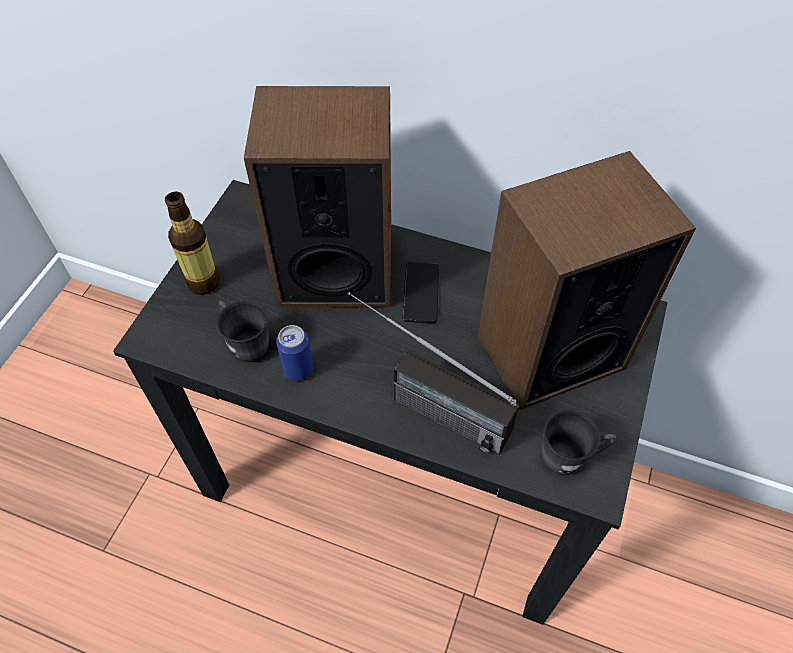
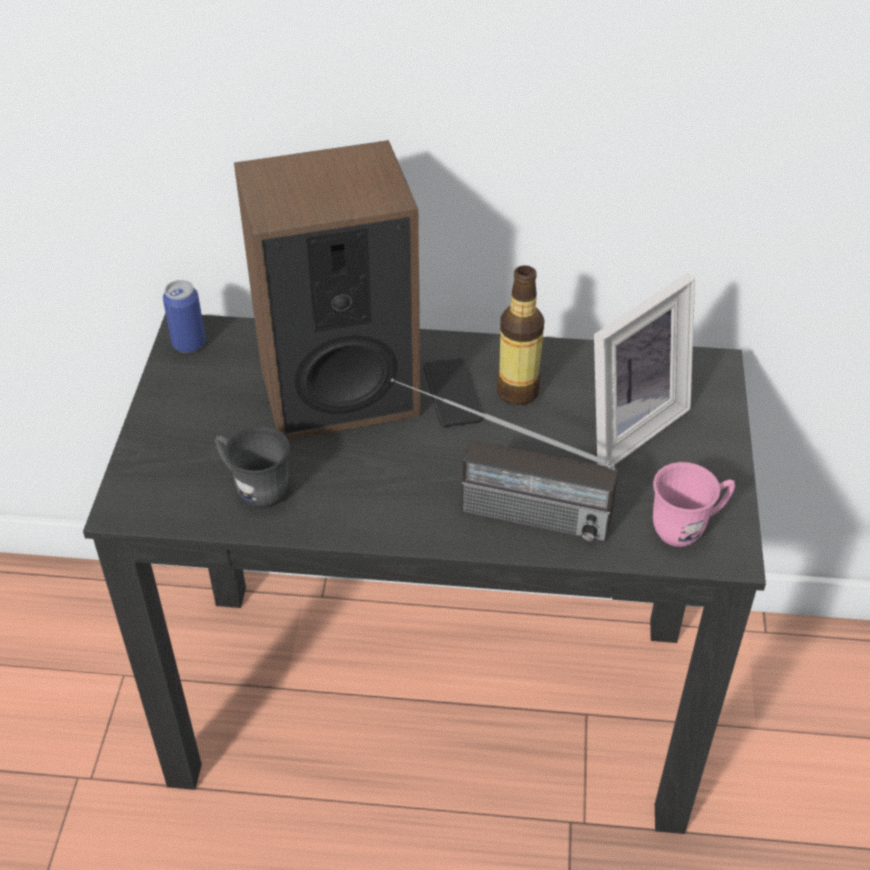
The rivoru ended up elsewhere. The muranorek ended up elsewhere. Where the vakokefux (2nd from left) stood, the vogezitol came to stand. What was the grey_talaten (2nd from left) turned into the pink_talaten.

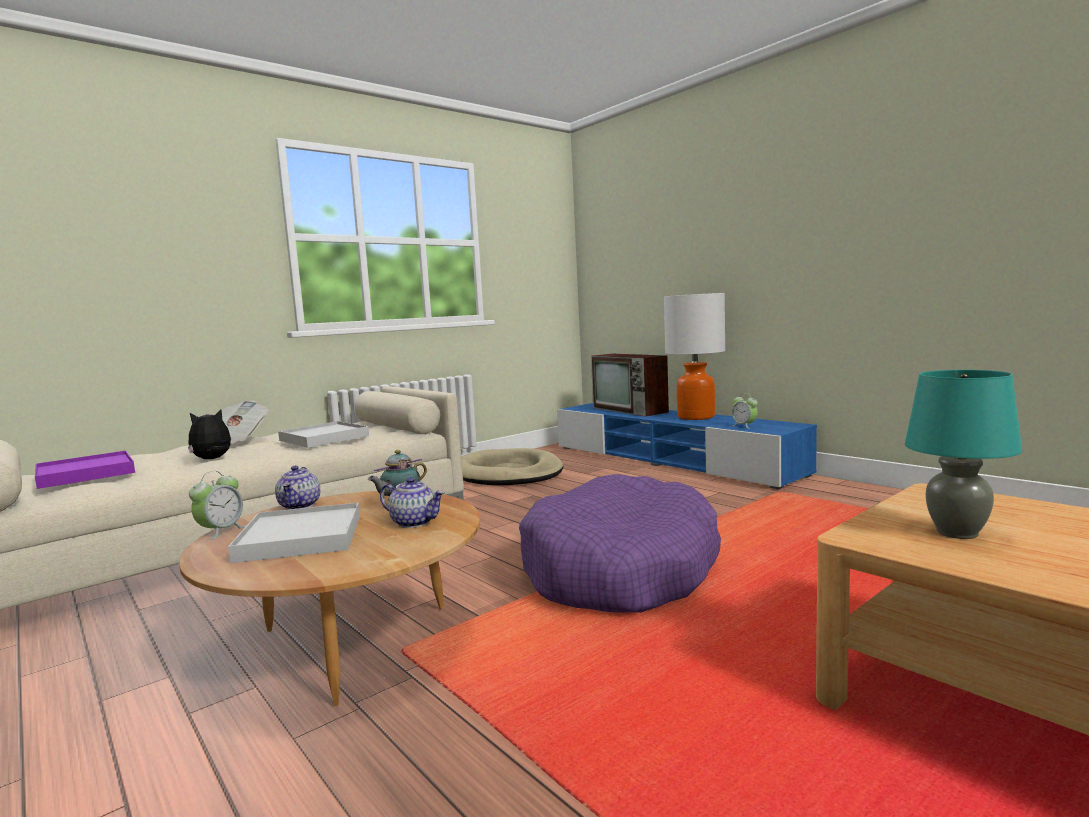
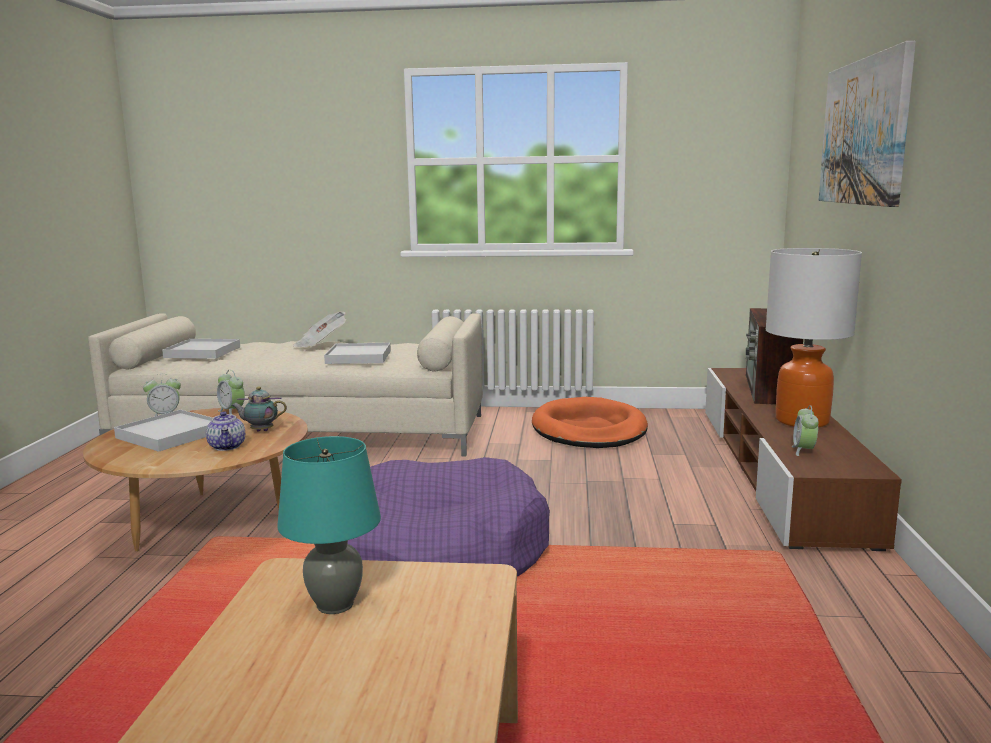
What was the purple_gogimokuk turned into the white_gogimokuk (2nd from left). Where the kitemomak (1st from left) stood, the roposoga (2nd from left) came to stand. What was the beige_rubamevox turned into the orange_rubamevox. What was the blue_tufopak turned into the brown_tufopak. The second view gained the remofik. The second view lost the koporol.

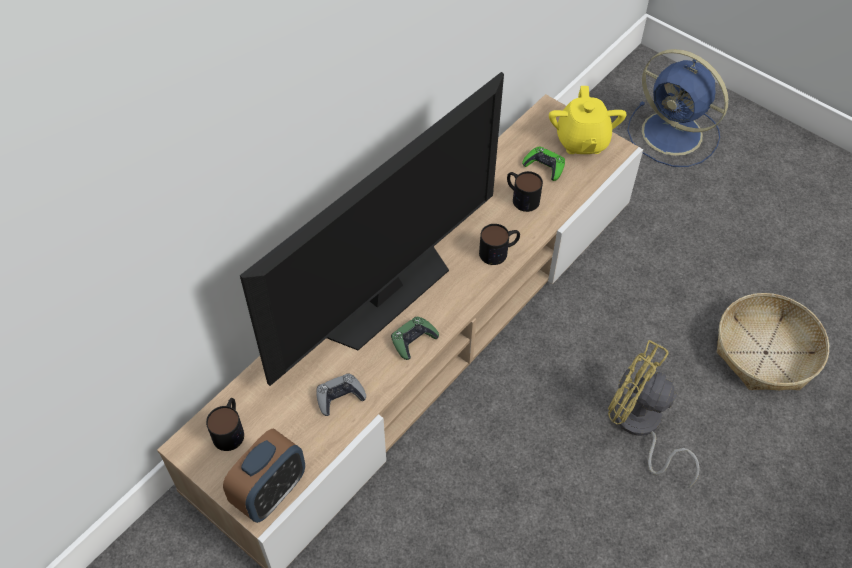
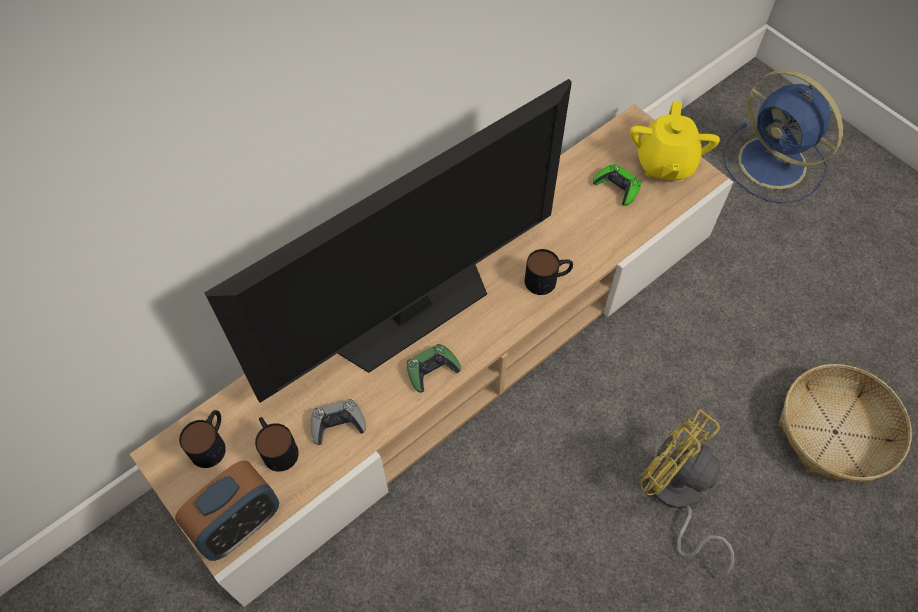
The talaten (3rd from left in the first image) ended up elsewhere.

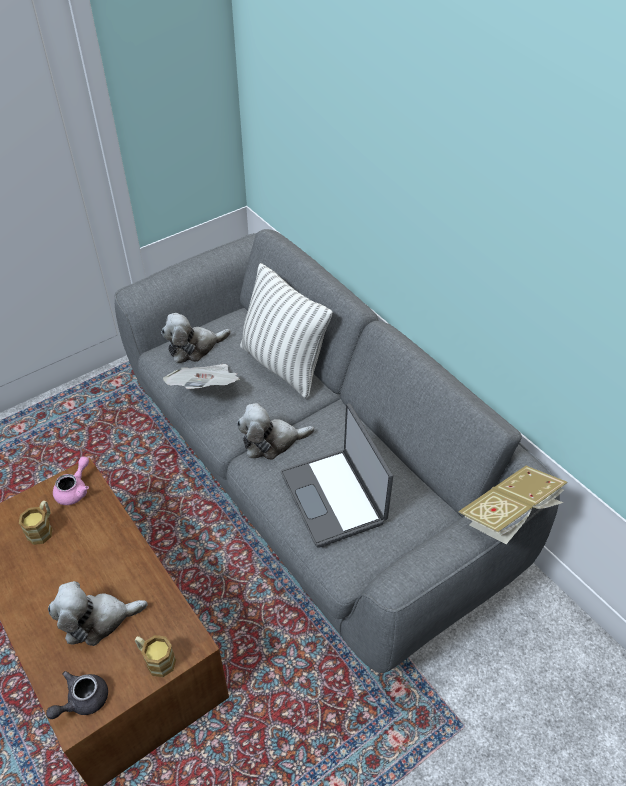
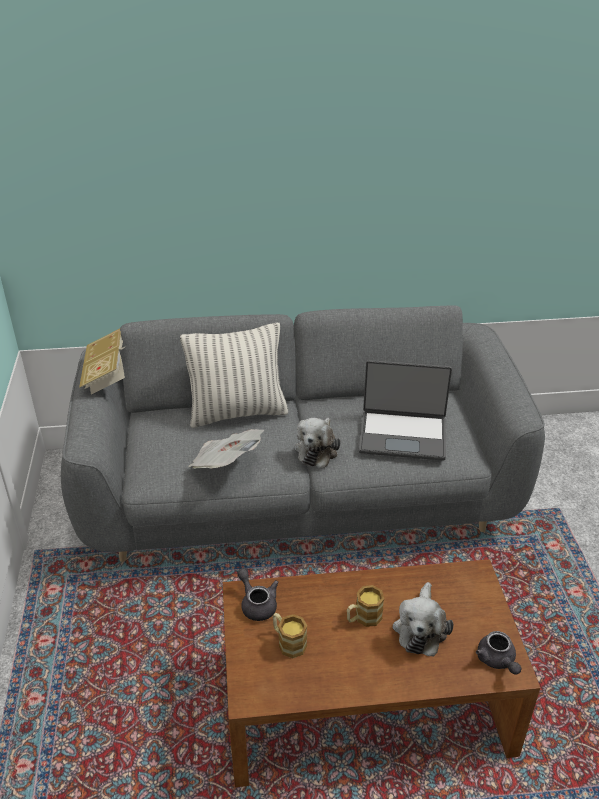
The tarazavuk ended up elsewhere. What was the pink_kitemomak turned into the grey_kitemomak (1st from left). The talaten (2nd from left) ended up elsewhere. The second view lost the koporol (2nd from left).

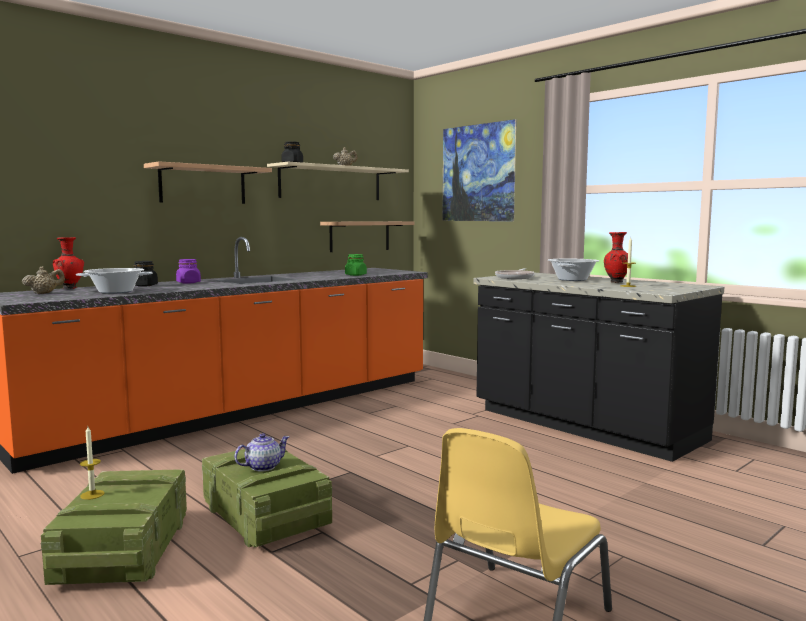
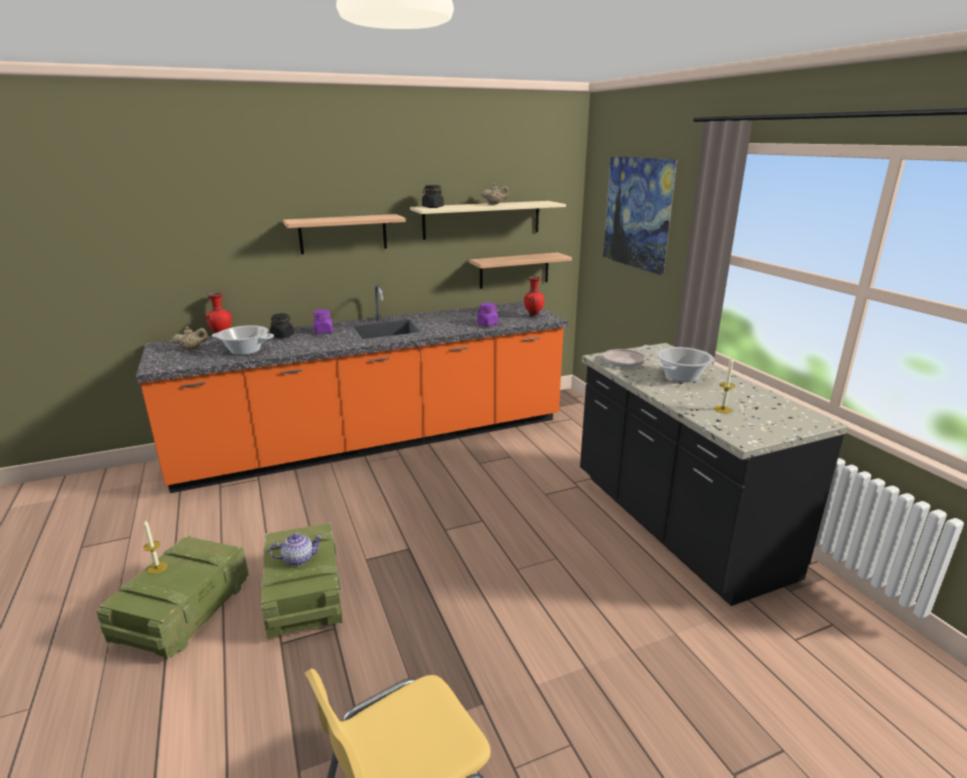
What was the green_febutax turned into the purple_febutax (2nd from left). The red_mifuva (2nd from left) ended up elsewhere.

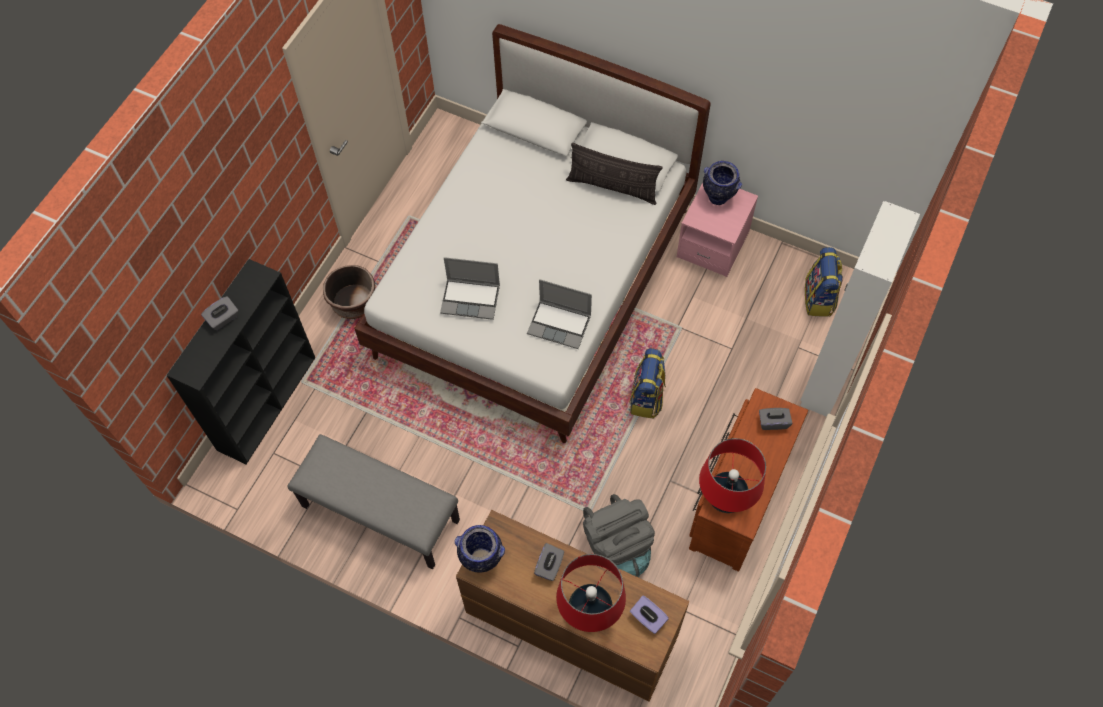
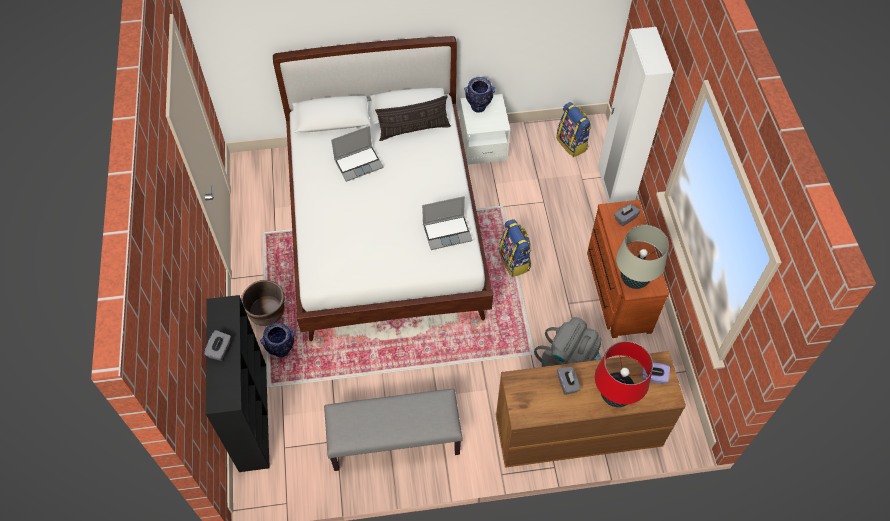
The mifuva (1st from left) ended up elsewhere. The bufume (1st from left) ended up elsewhere. What was the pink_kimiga turned into the white_kimiga. What was the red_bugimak (2nd from left) turned into the beige_bugimak.

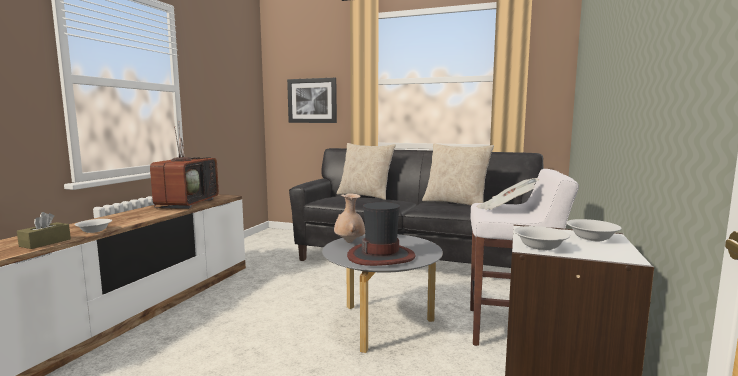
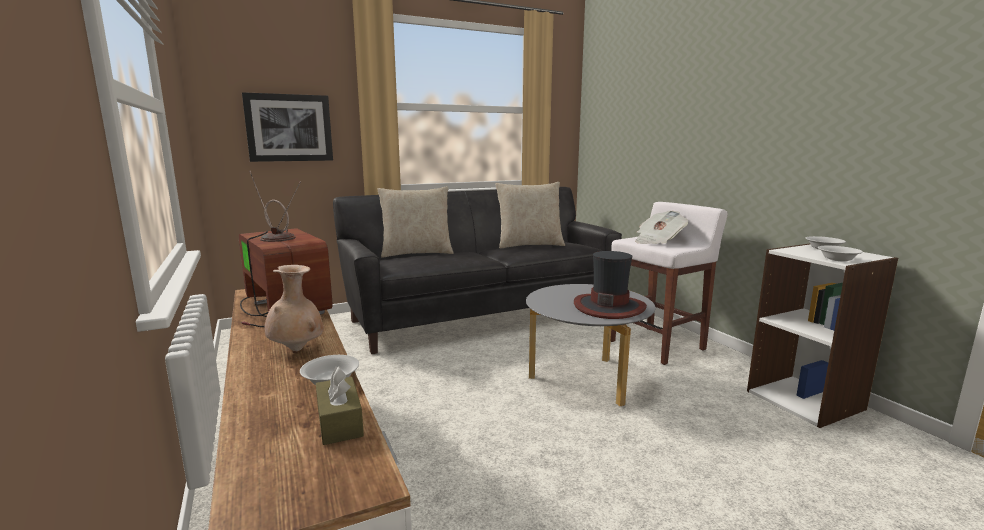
The beige_mifuva ended up elsewhere.

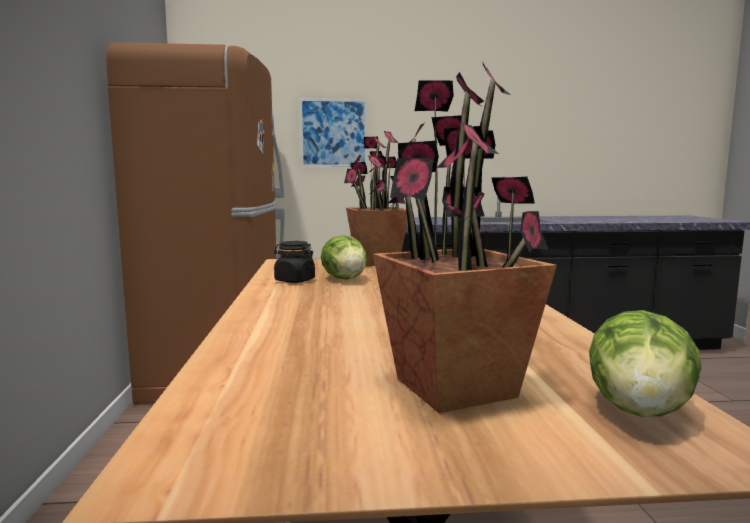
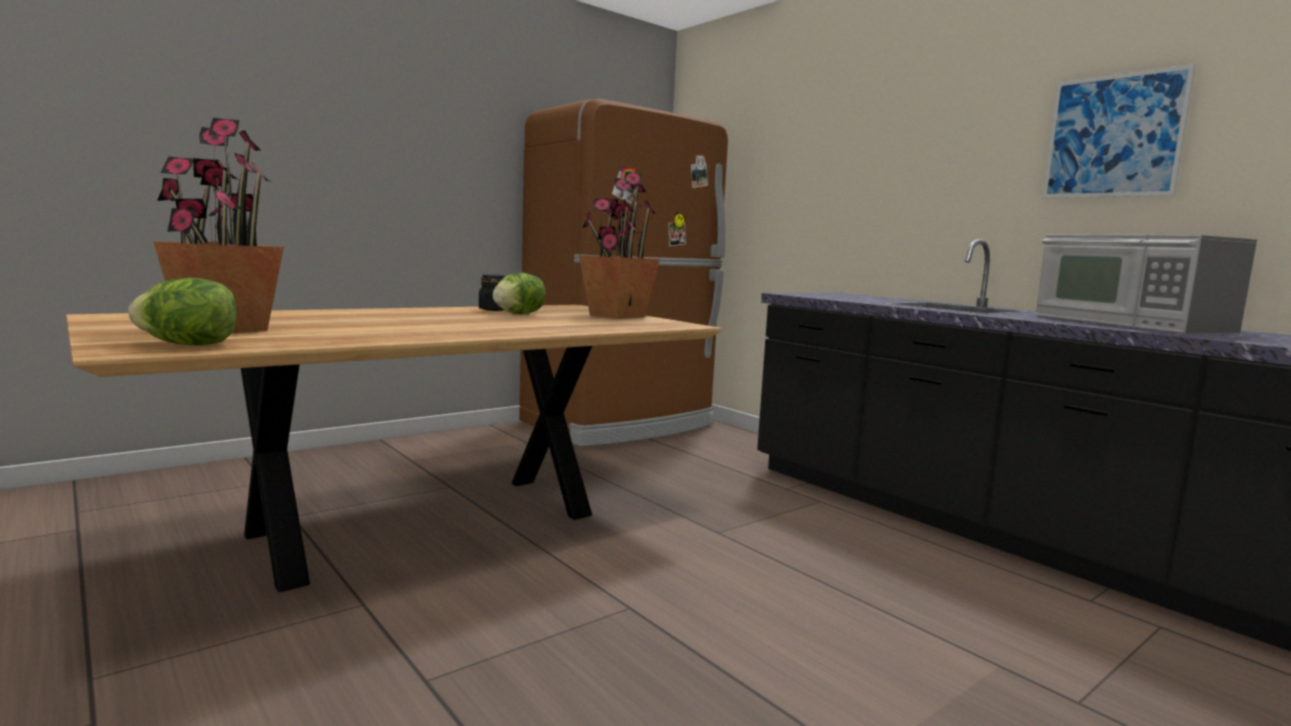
The second view gained the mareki. The remofik ended up elsewhere.

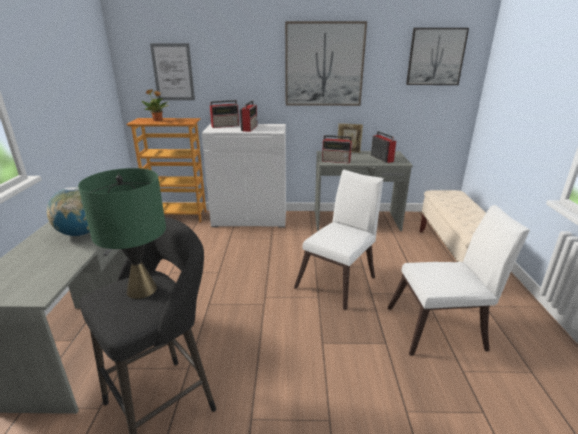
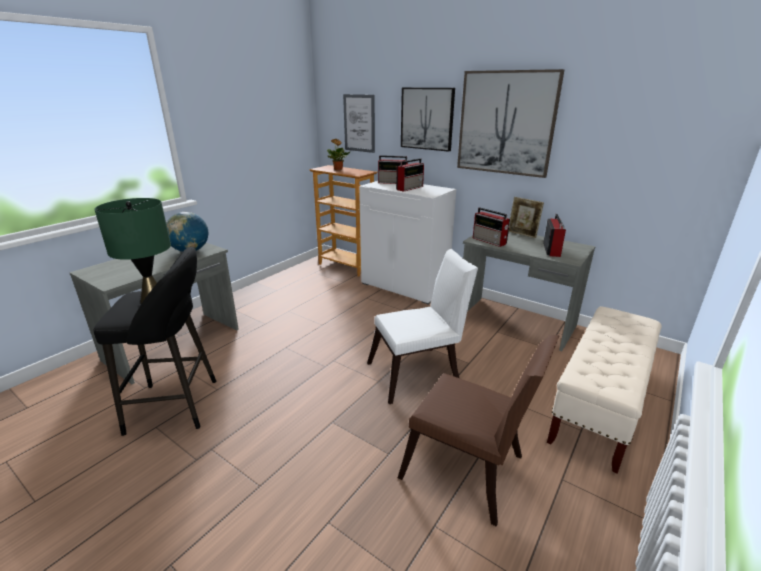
What was the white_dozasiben (2nd from left) turned into the brown_dozasiben. The remofik (3rd from left in the first image) ended up elsewhere.

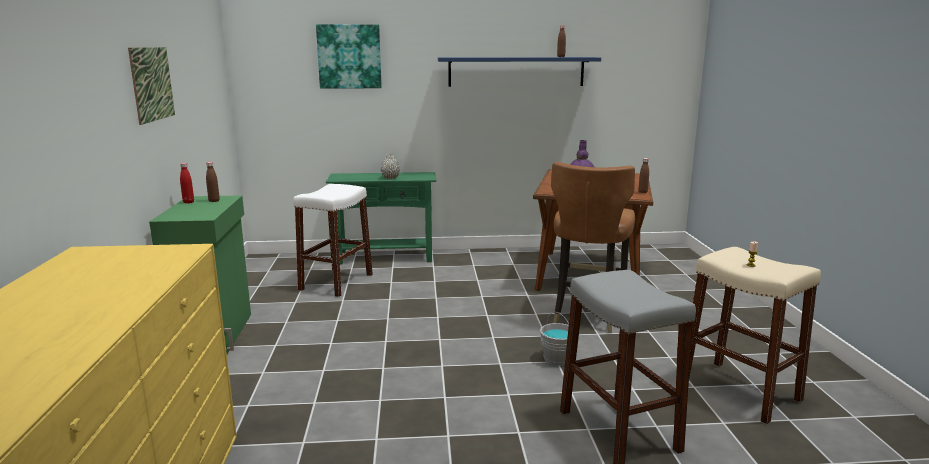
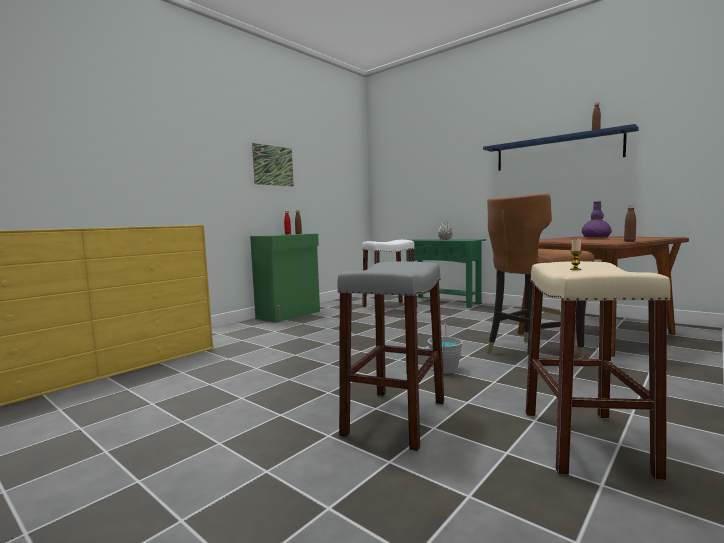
The second view lost the remofik (2nd from left).

